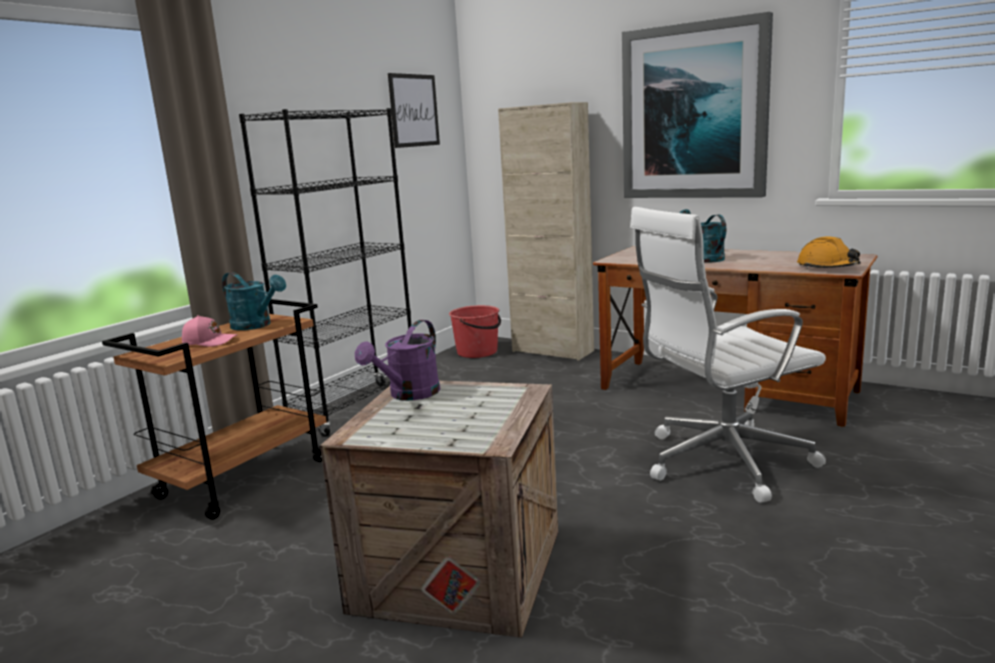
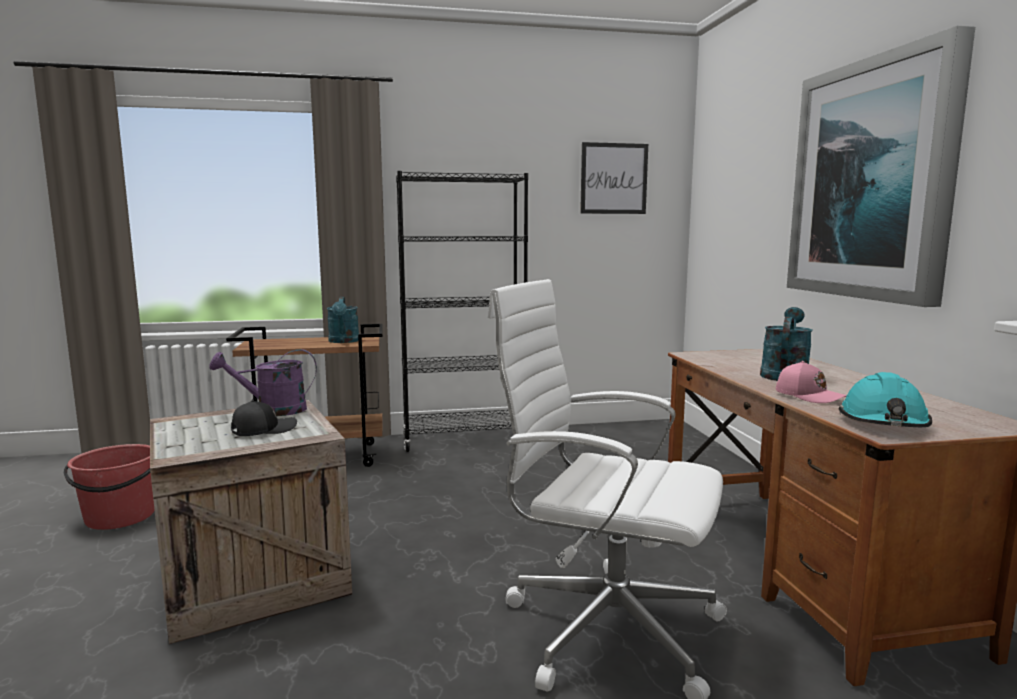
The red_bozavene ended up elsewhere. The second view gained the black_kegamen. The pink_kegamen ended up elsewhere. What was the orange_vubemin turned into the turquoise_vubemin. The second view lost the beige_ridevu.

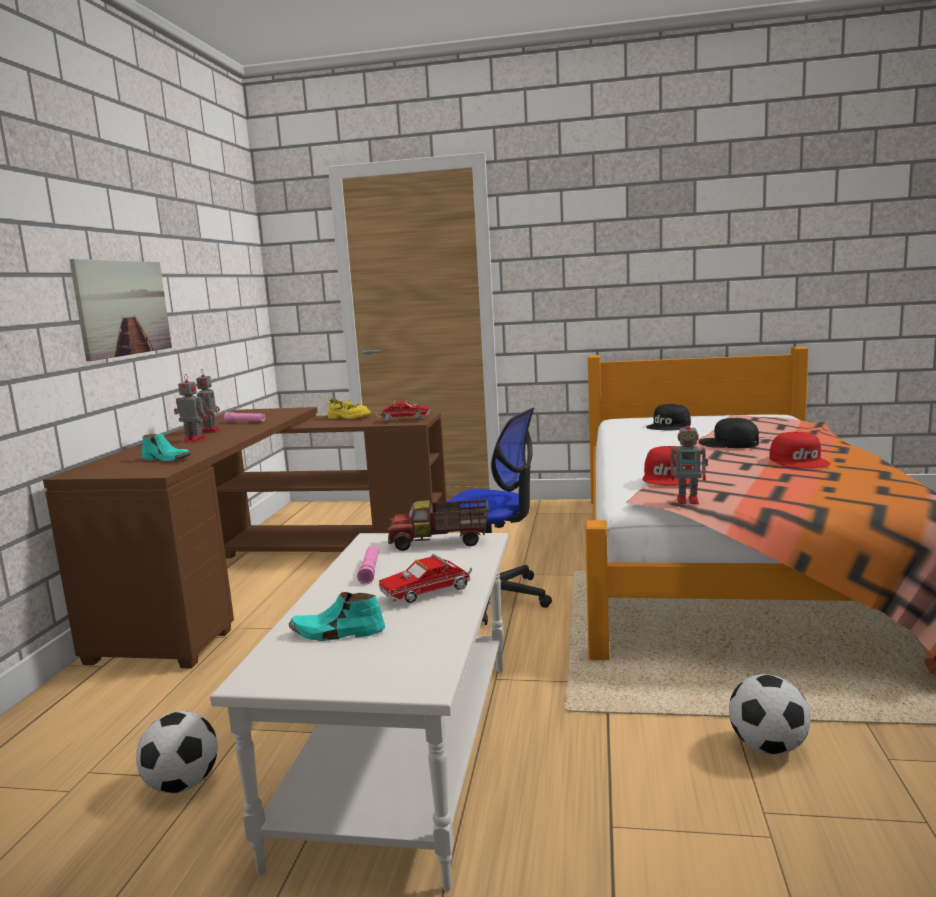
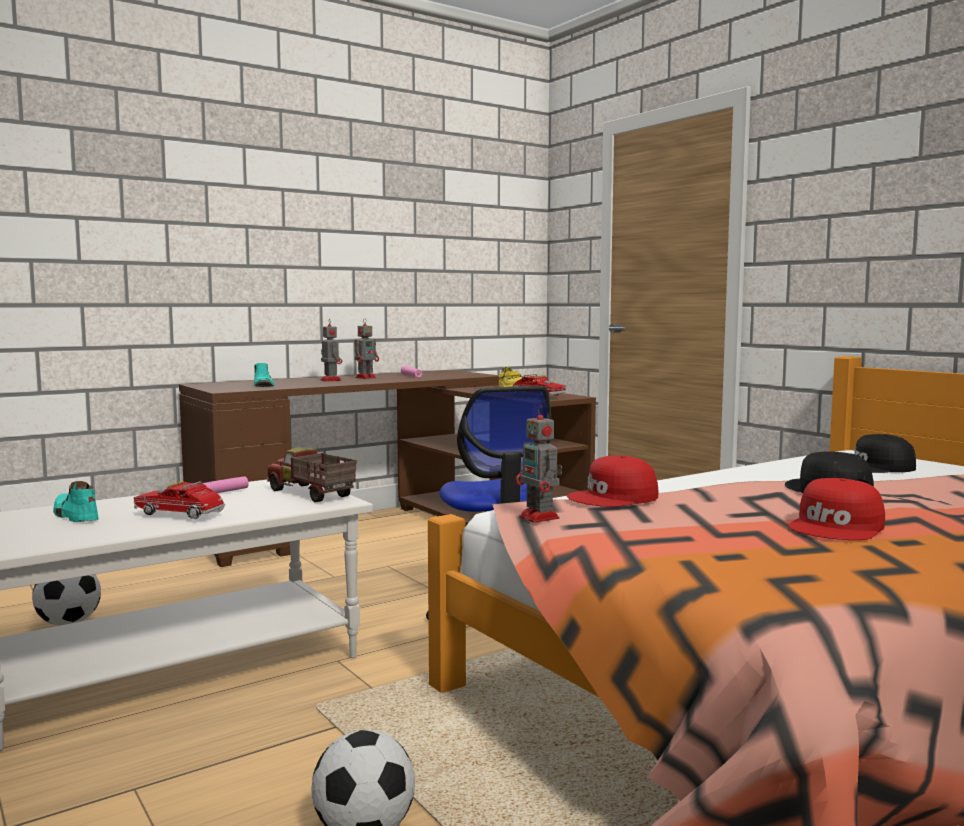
The second view lost the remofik.

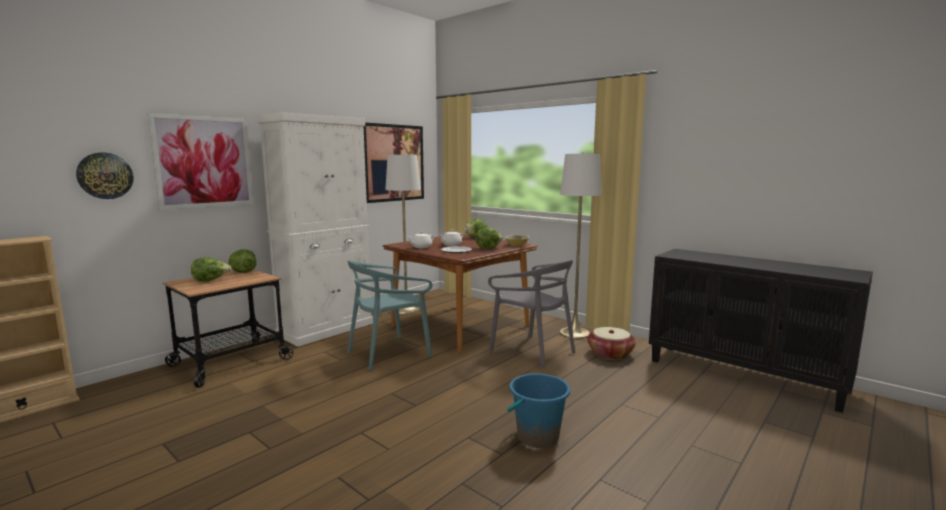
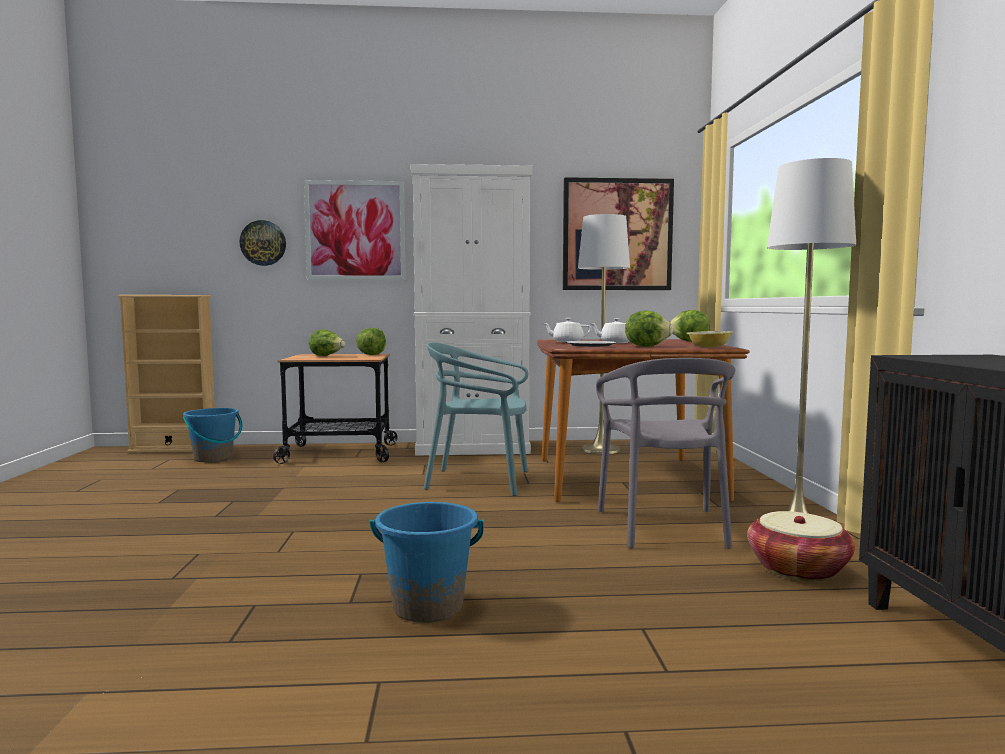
The second view gained the blue_bozavene (1st from left).

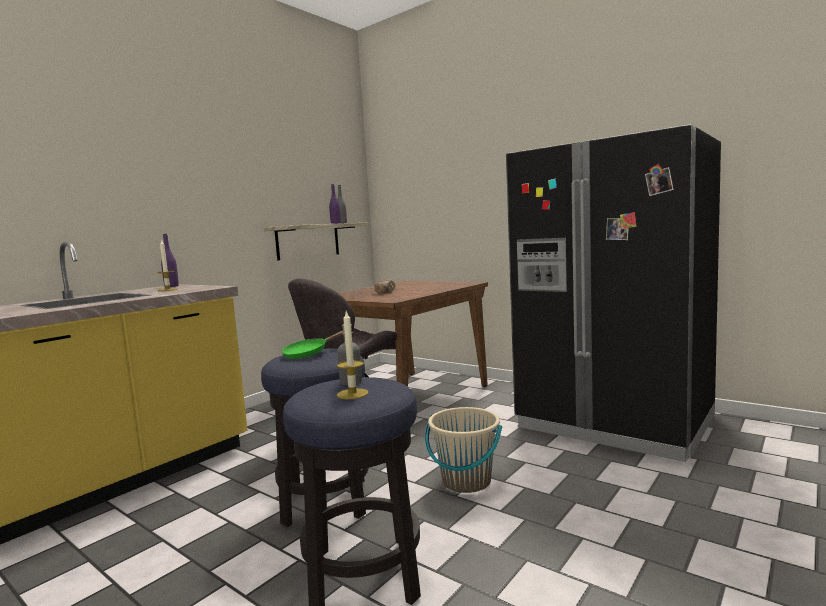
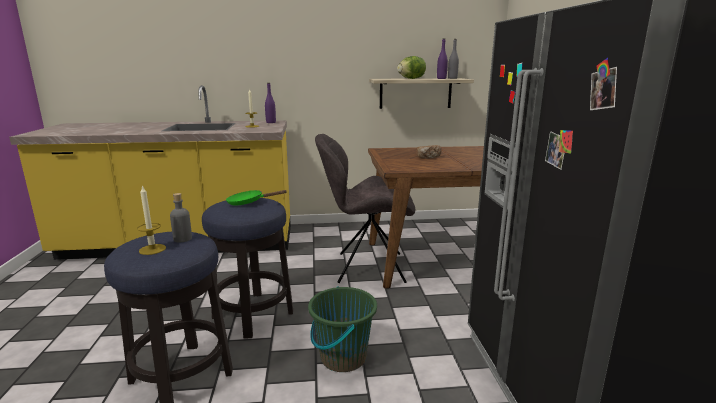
What was the beige_bozavene turned into the green_bozavene. The second view gained the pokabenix.

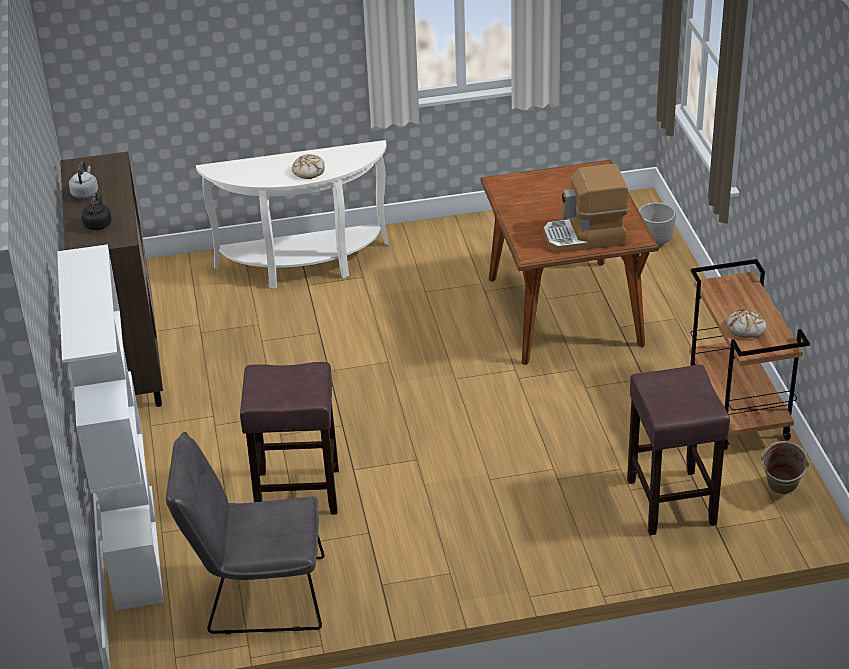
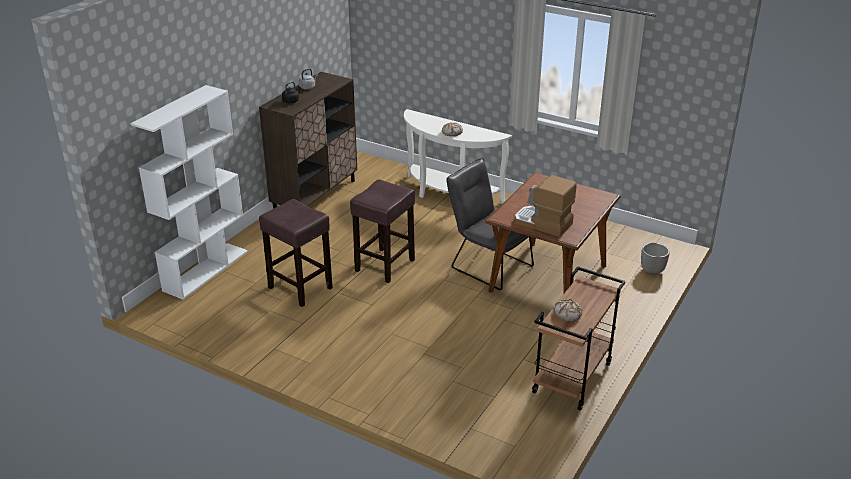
The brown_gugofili (2nd from left) ended up elsewhere. The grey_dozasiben ended up elsewhere. The second view lost the green_bozavene.

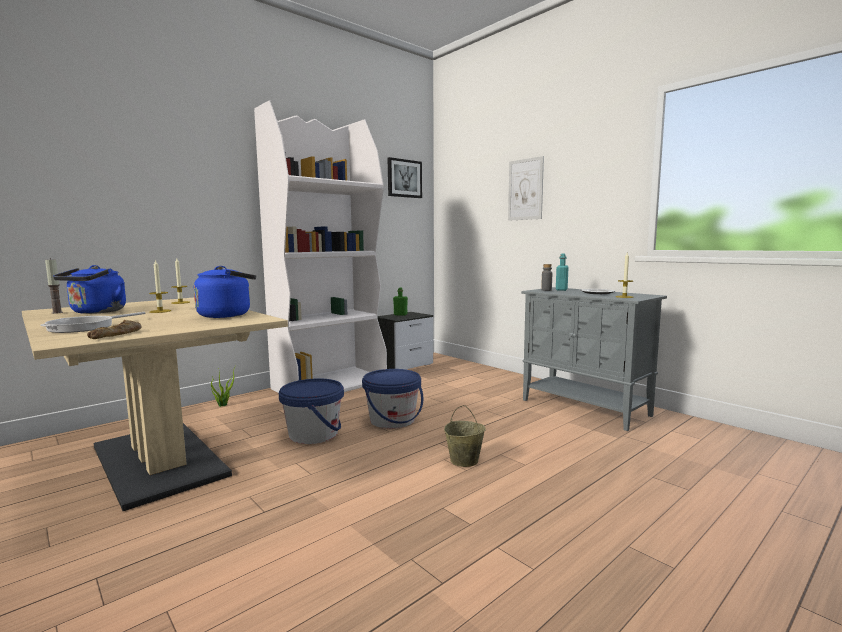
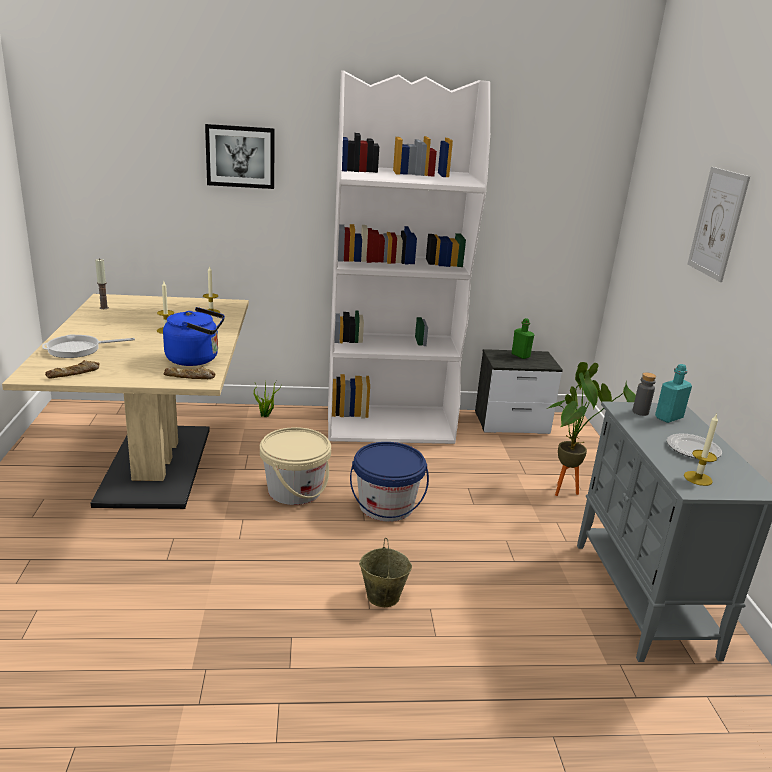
The second view gained the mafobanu (2nd from left). The remofik (1st from left) ended up elsewhere. What was the blue_bozavene (1st from left) turned into the beige_bozavene (1st from left). The second view gained the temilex (2nd from left). The second view lost the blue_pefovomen (1st from left).

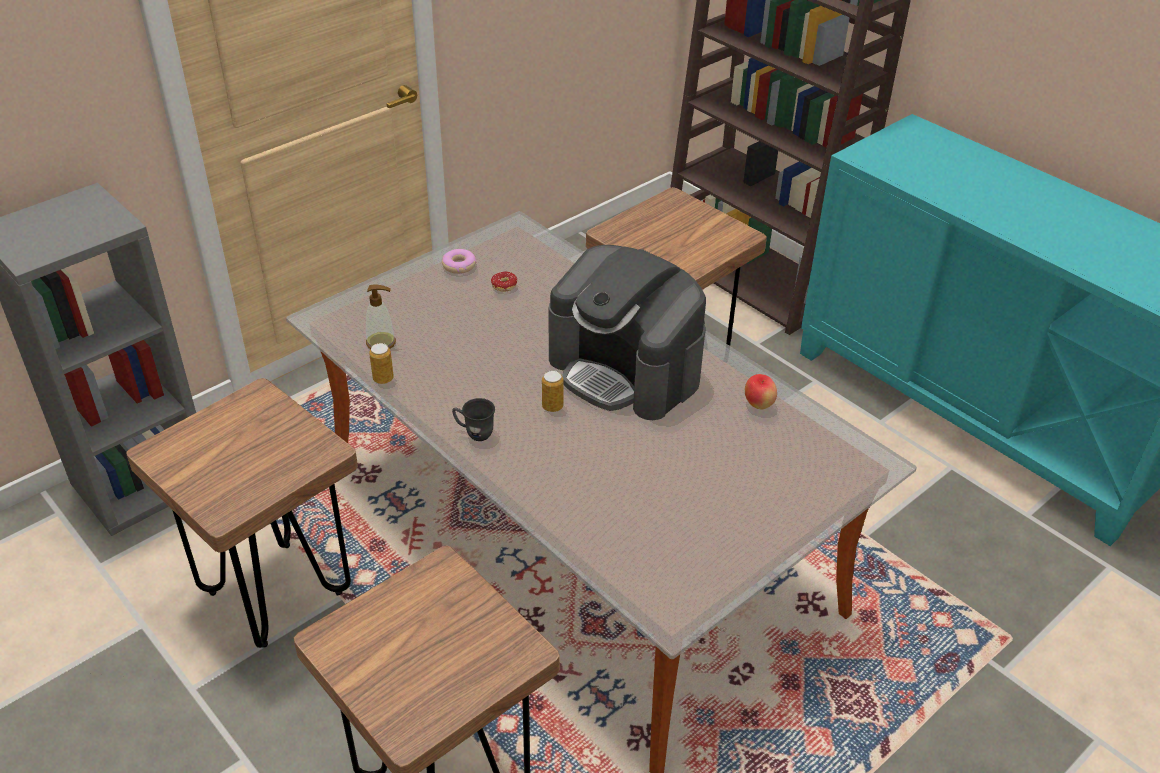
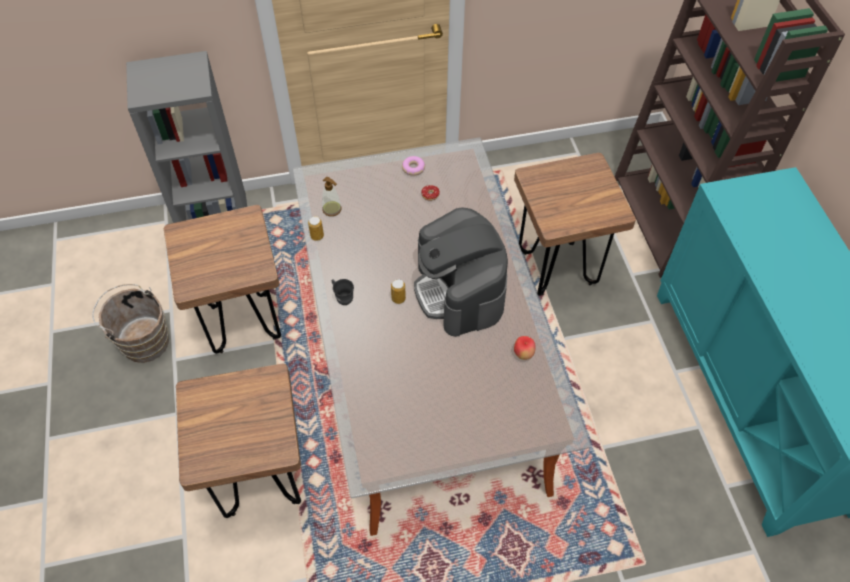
The second view gained the brown_bozavene.

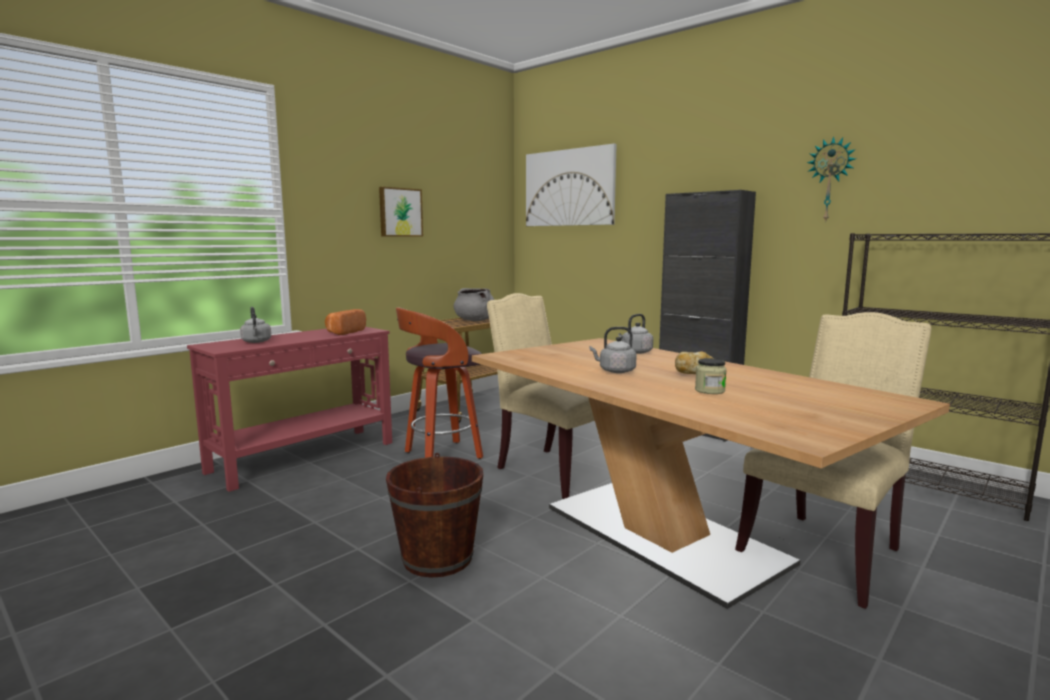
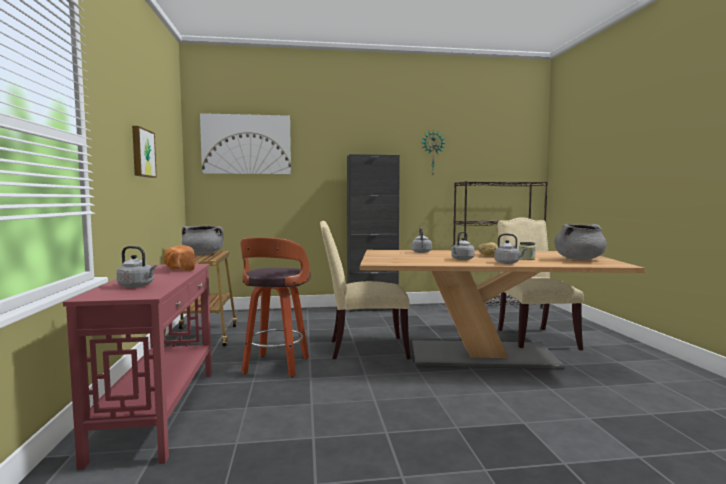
The second view gained the grey_pefovomen (4th from left). The second view gained the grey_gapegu (2nd from left). The second view lost the brown_bozavene.

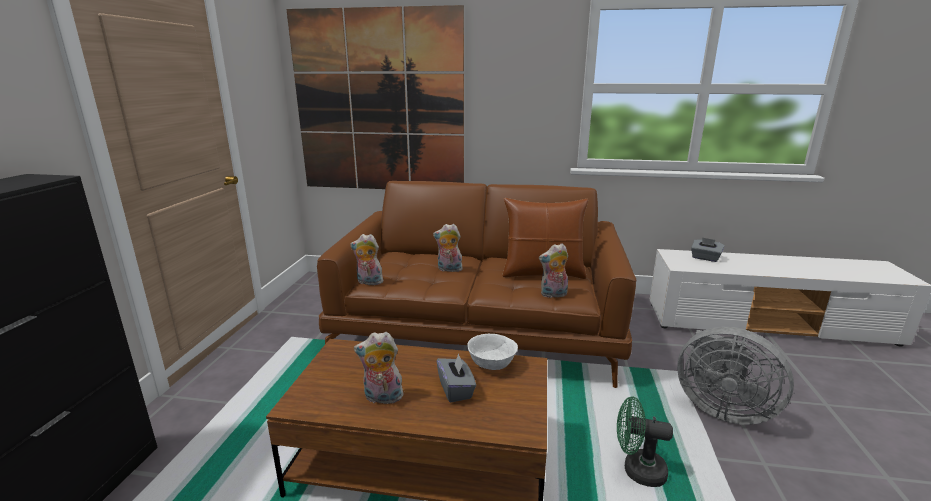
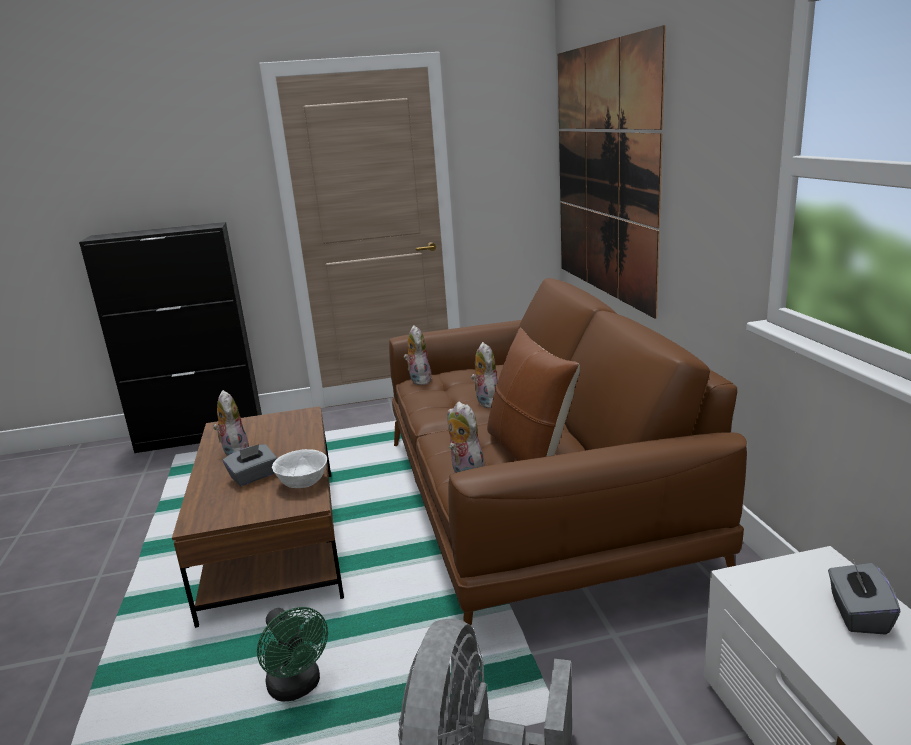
The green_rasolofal ended up facing another way, 150 degrees clockwise from before.

